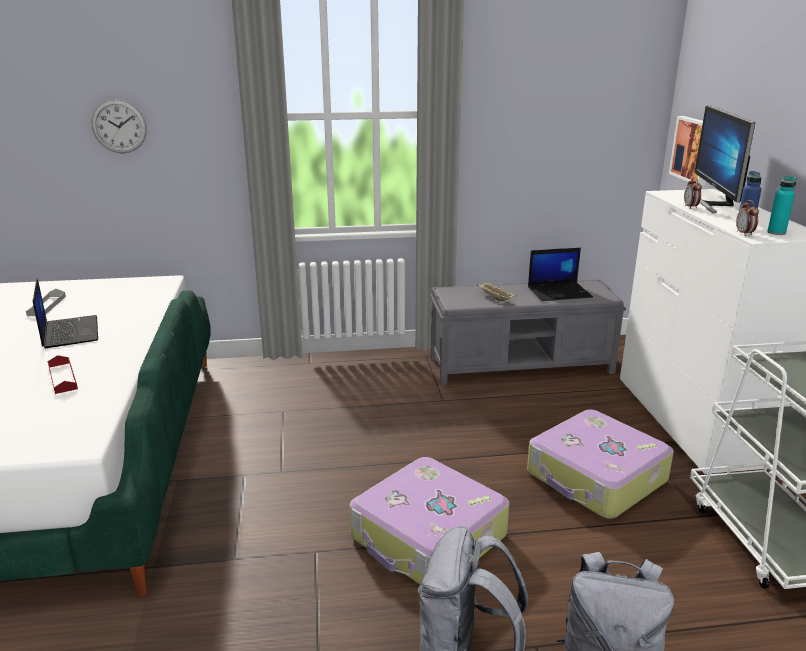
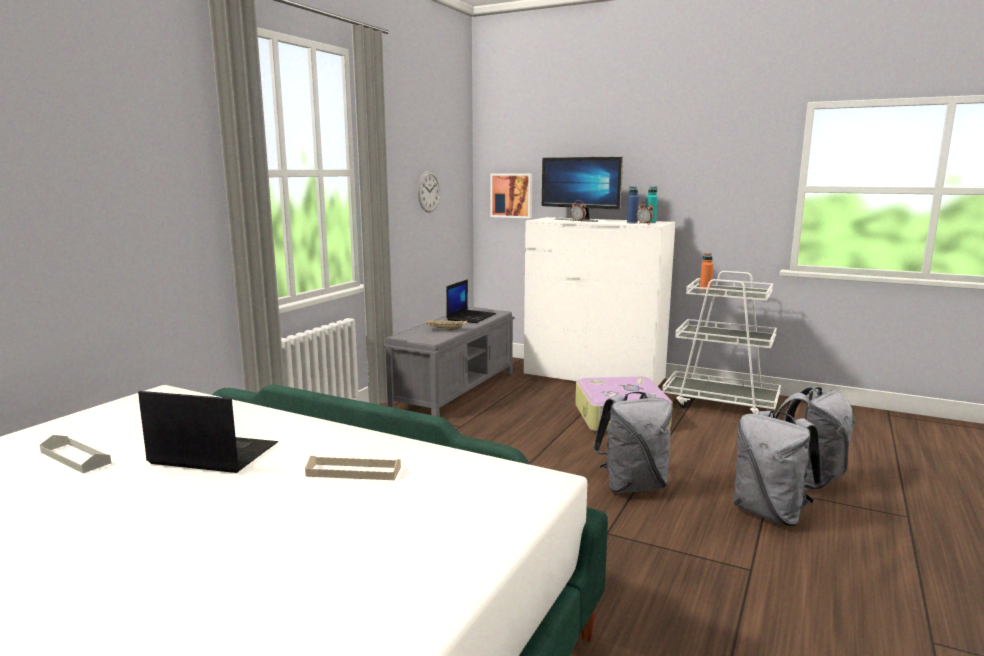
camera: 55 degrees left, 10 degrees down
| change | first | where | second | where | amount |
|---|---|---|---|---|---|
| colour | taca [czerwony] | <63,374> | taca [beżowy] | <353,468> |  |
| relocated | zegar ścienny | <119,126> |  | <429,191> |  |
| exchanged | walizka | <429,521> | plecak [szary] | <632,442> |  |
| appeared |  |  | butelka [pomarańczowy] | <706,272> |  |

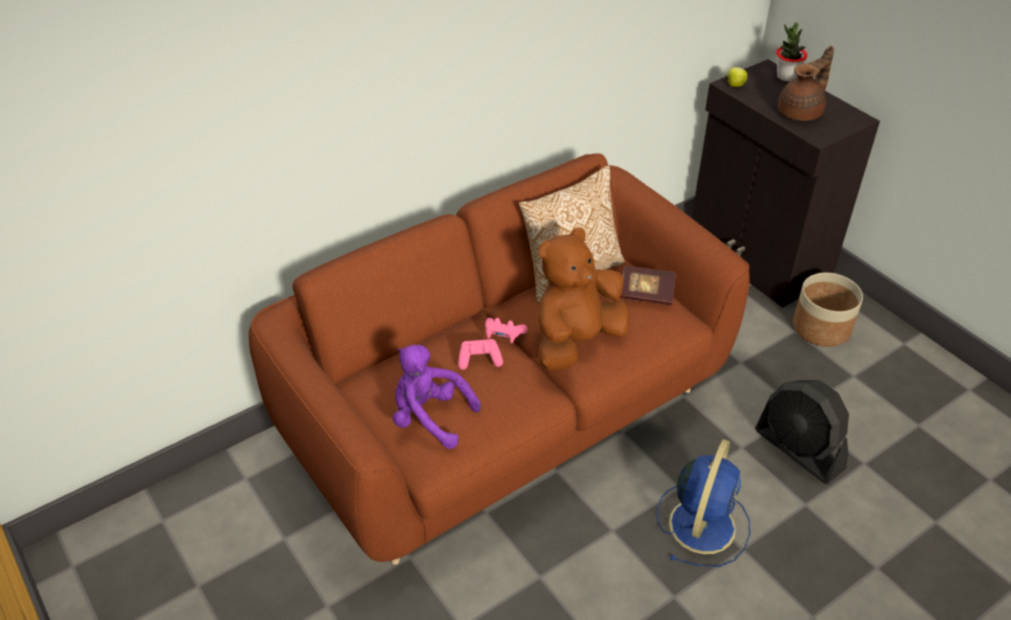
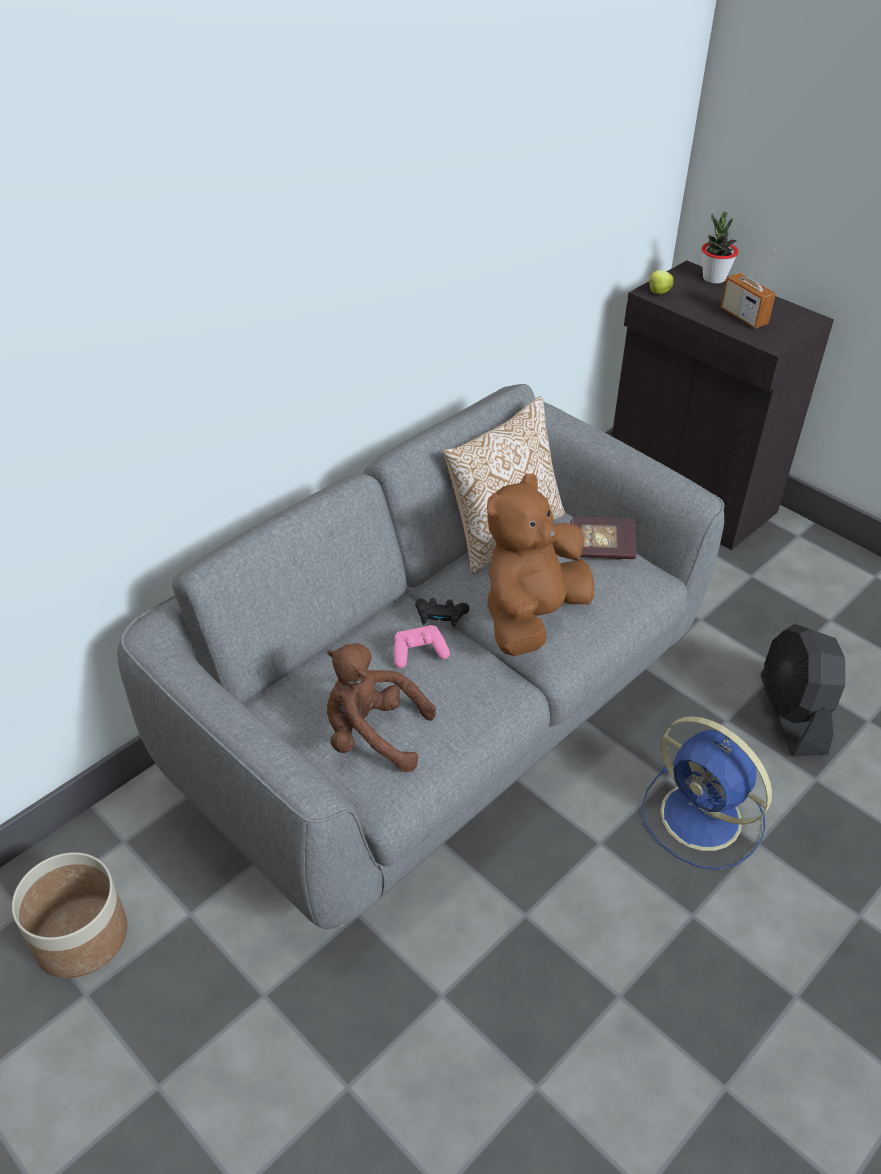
camera: 10 degrees left, 0 degrees up
| change | first | where | second | where | amount |
|---|---|---|---|---|---|
| colour | kanapa [brązowy] | <499,359> | kanapa [szary] | <420,656> |  |
| colour | pluszak [fioletowy] | <437,397> | pluszak [brązowy] | <381,707> |  |
| colour | pad do gier [różowy] | <506,330> | pad do gier [czarny] | <442,613> |  |
| spun | wentylator [niebieski] | <703,503> |  | <707,793> | 120 degrees clockwise |
| spun | wentylator [czarny] | <802,432> |  | <803,690> | 45 degrees clockwise |
| exchanged | imbryk [brązowy] | <806,83> | radio | <748,289> |  |
| relocated | donica | <828,310> |  | <69,915> |  |

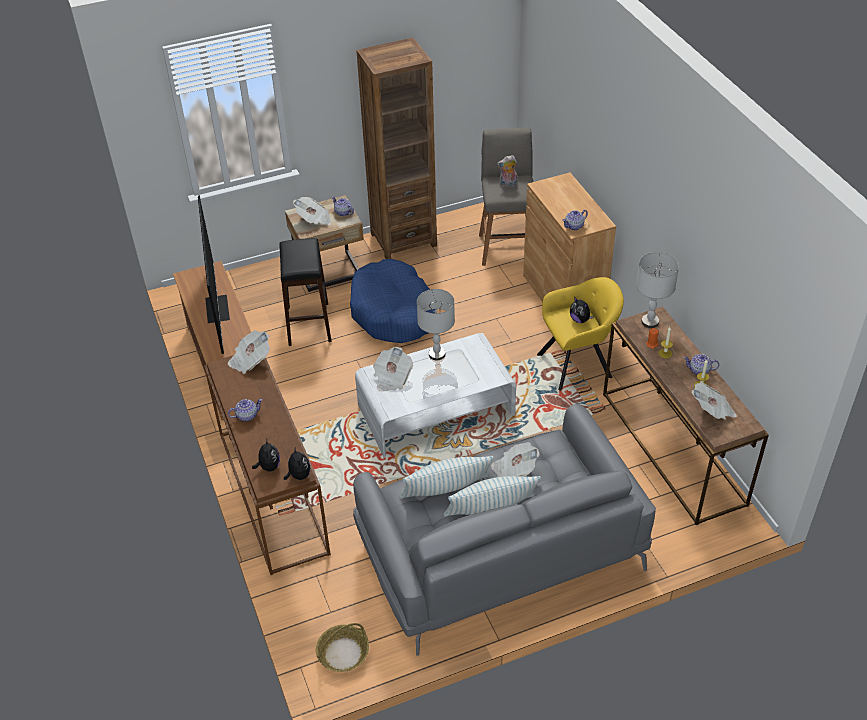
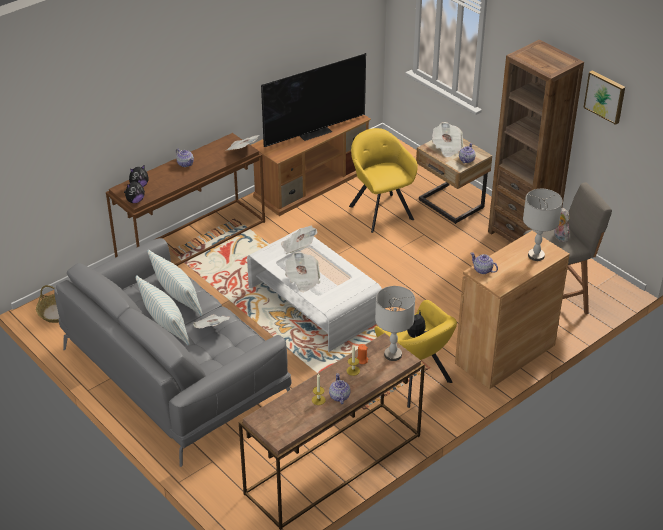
camera: 70 degrees right, 5 degrees down
| change | first | where | second | where | amount |
|---|---|---|---|---|---|
| exchanged | stołek [czarny] | <305,292> | fotel [żółty] | <383,180> |  |
| missing | legowisko [niebieski] | <393,301> |  |  |  |
| relocated | lampa stołowa [szary] | <436,324> |  | <543,225> |  |
| relocated | gazeta | <714,401> |  | <302,272> |  |
| appeared |  |  | obraz | <604,98> |  |

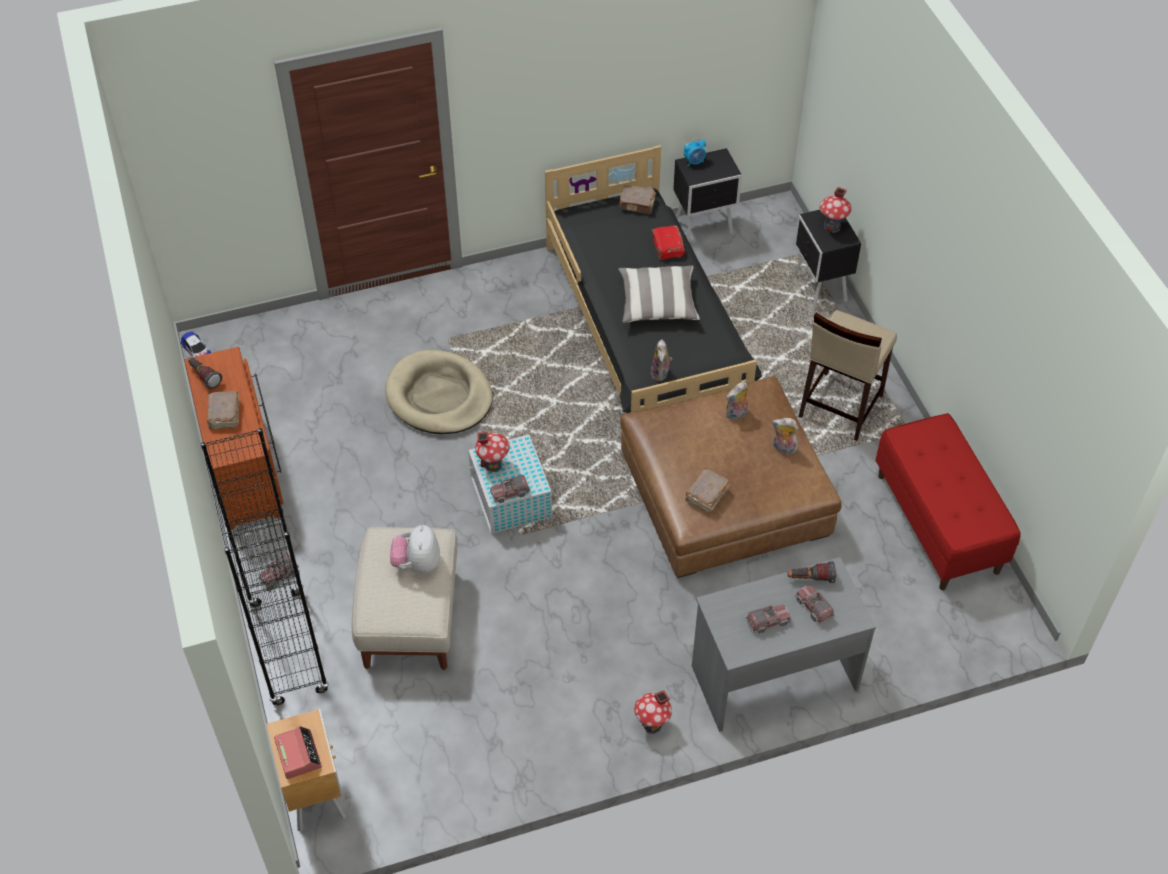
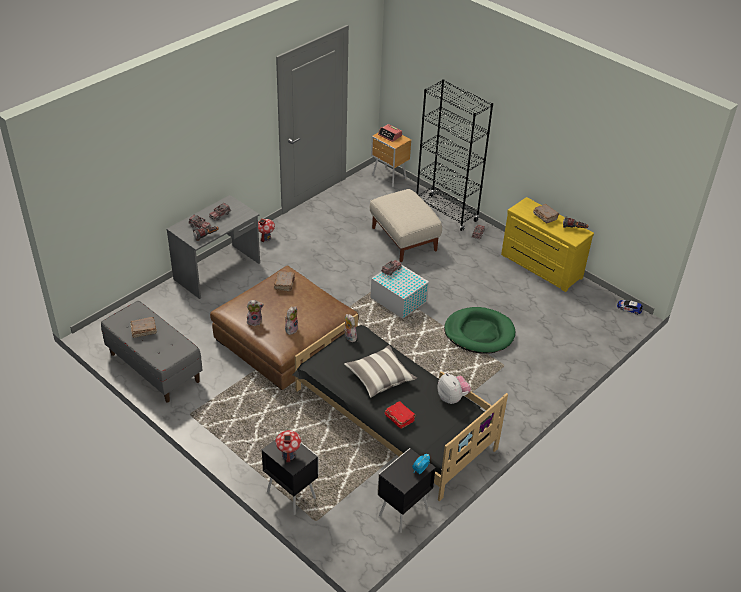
camera: 150 degrees right, 10 degrees down
| change | first | where | second | where | amount |
|---|---|---|---|---|---|
| colour | komoda [brązowy] | <234,438> | komoda [żółty] | <547,244> |  |
| colour | legowisko [beżowy] | <439,392> | legowisko [zielony] | <479,330> |  |
| relocated | pluszak | <415,549> |  | <454,388> |  |
| missing | domek | <492,452> |  |  |  |
| relocated | książka [brązowy] | <637,199> |  | <143,327> |  |
| missing | stołek [beżowy] | <848,375> |  |  |  |
| colour | ławka [czerwony] | <948,501> | ławka [szary] | <152,352> |  |

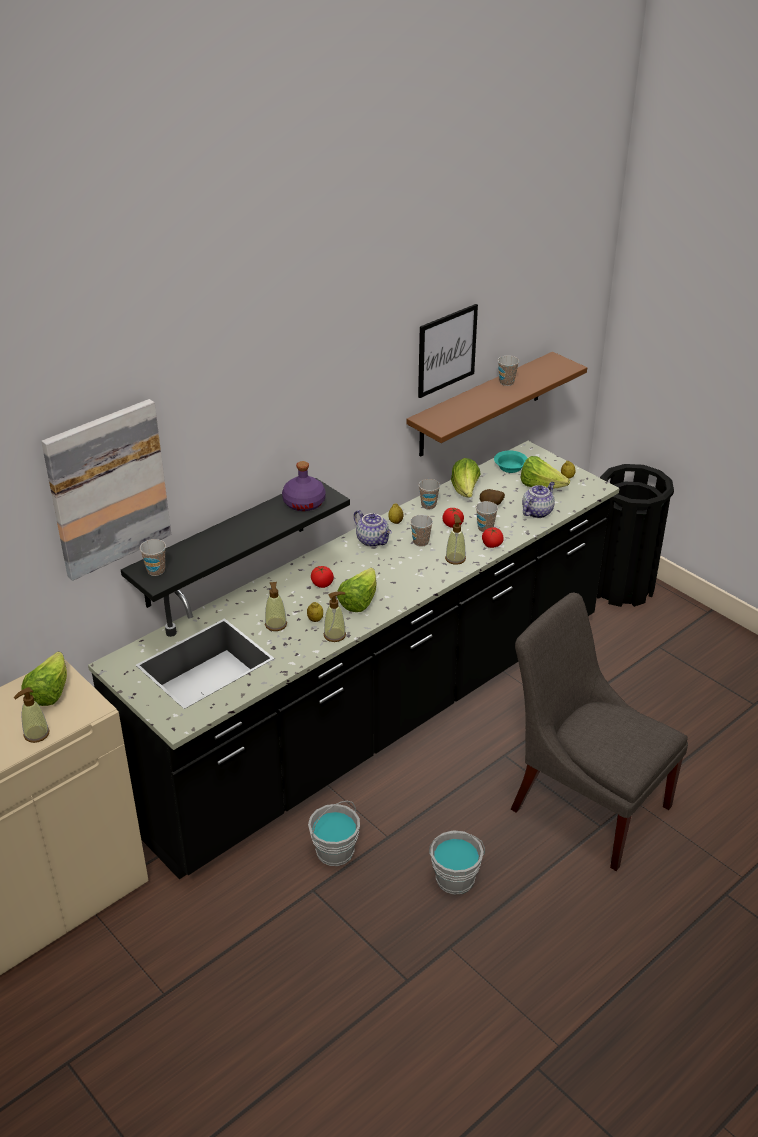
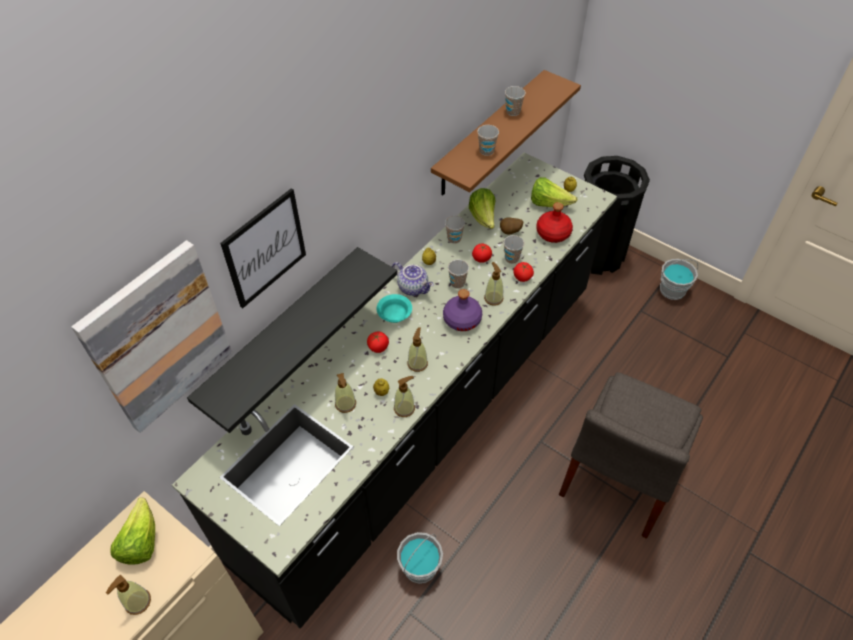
camera: 10 degrees left, 15 degrees up
| change | first | where | second | where | amount |
|---|---|---|---|---|---|
| relocated | filiżanka | <153,557> |  | <488,140> |  |
| relocated | butelka [fioletowy] | <304,486> |  | <462,310> |  |
| exchanged | sałata | <357,590> | dozownik mydła | <417,349> |  |
| relocated | obraz | <448,351> |  | <263,248> |  |
| relocated | wiadro [szary] | <457,862> |  | <679,279> |  |
| relocated | miska [turkusowy] | <510,462> |  | <394,308> |  |
| spun | krzesło [szary] | <599,731> |  | <631,455> | 90 degrees counterclockwise |
| exchanged | imbryk | <538,500> | butelka [czerwony] | <554,222> |  |

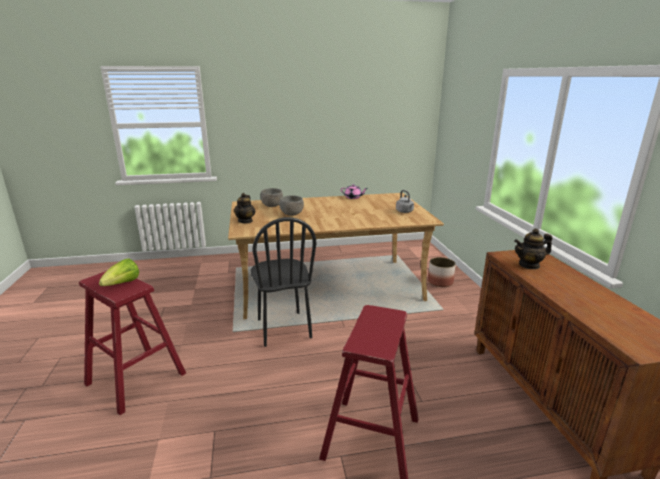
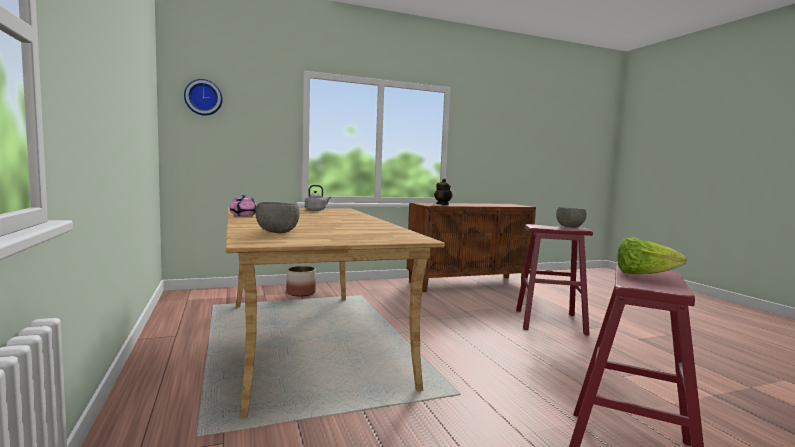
camera: 100 degrees left, 15 degrees down
| change | first | where | second | where | amount |
|---|---|---|---|---|---|
| missing | imbryk | <245,208> |  |  |  |
| missing | krzesło [czarny] | <283,282> |  |  |  |
| relocated | miska [szary] | <291,206> |  | <571,217> |  |
| appeared |  |  | zegar ścienny | <203,97> |  |

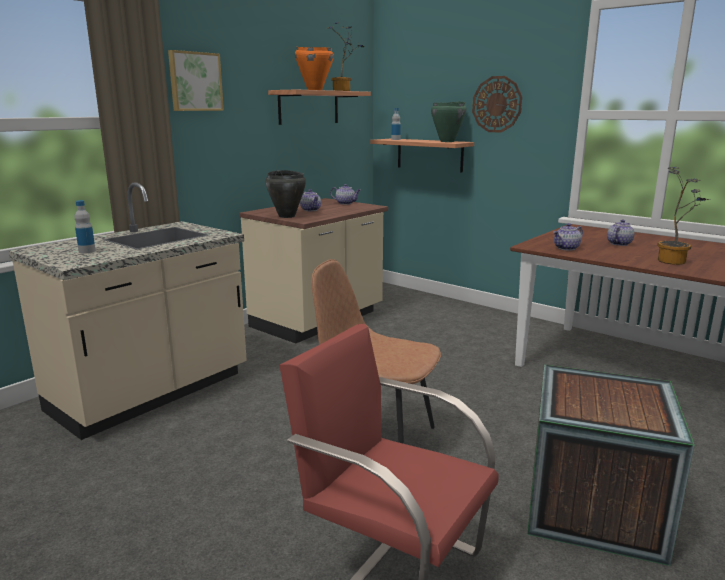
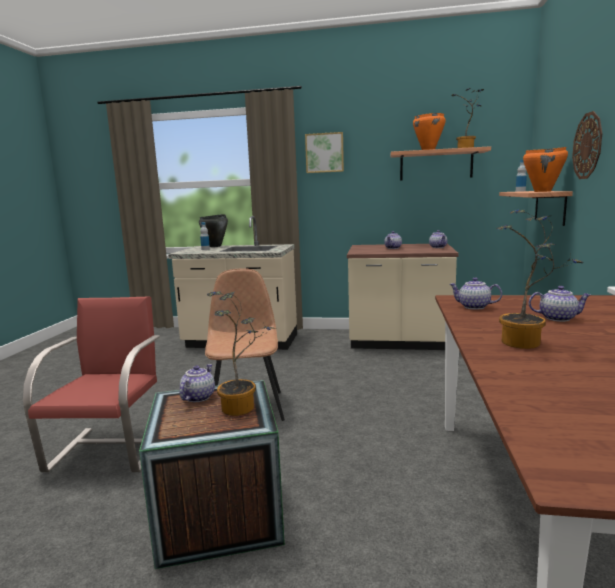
camera: 60 degrees right, 5 degrees down
| change | first | where | second | where | amount |
|---|---|---|---|---|---|
| relocated | garnek [czarny] | <285,194> |  | <213,230> |  |
| colour | garnek [zielony] | <449,121> | garnek [pomarańczowy] | <545,169> |  |
| appeared |  |  | imbryk | <197,383> |  |
| appeared |  |  | roślina doniczkowa | <241,353> |  |

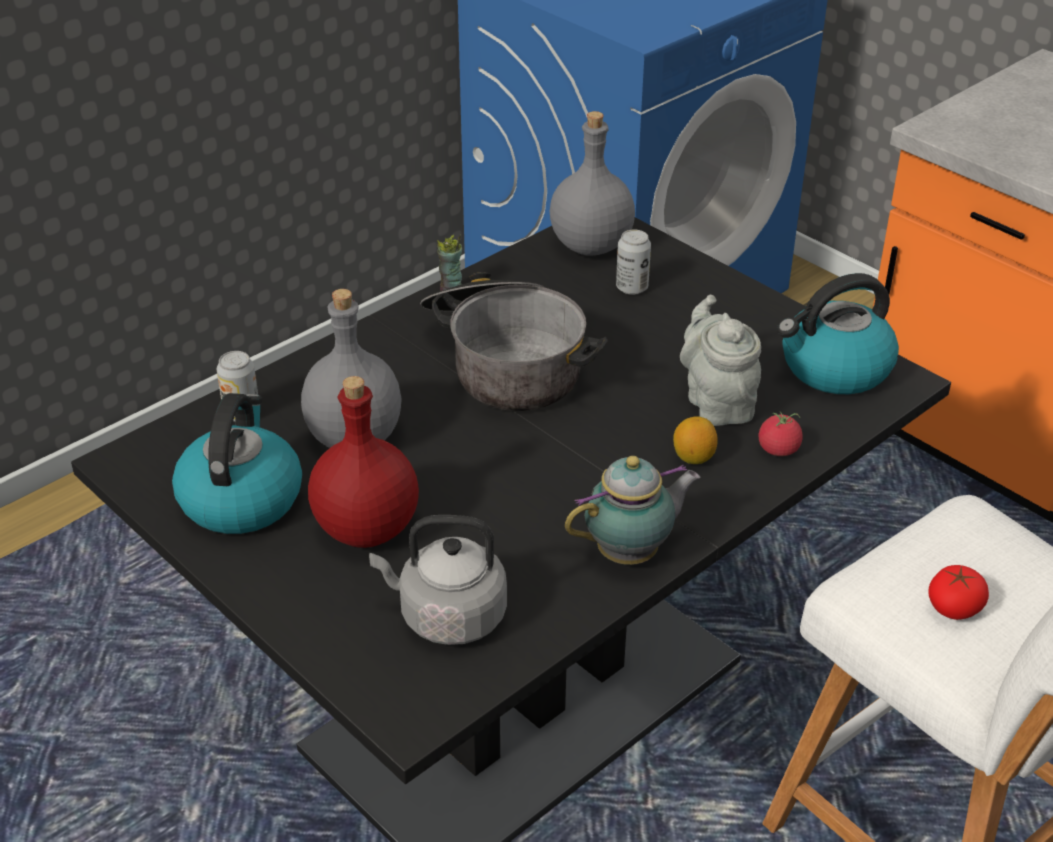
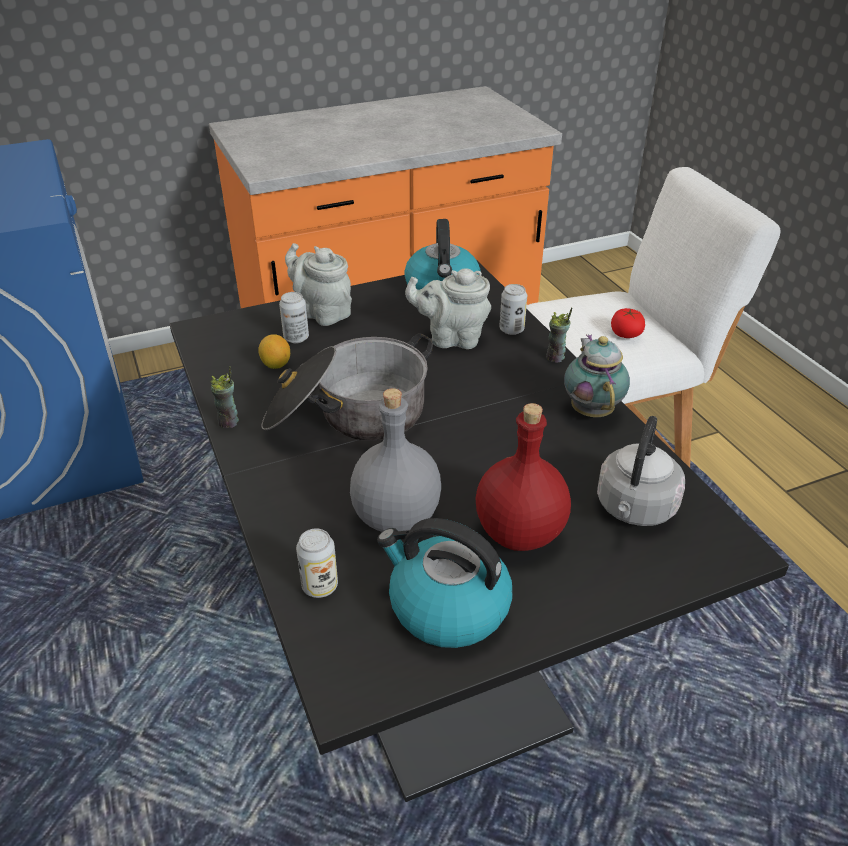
camera: 70 degrees left, 0 degrees up
| change | first | where | second | where | amount |
|---|---|---|---|---|---|
| missing | butelka [szary] | <592,183> |  |  |  |
| relocated | cytryna | <695,440> |  | <274,351> |  |
| exchanged | pomidor | <781,434> | puszka | <513,309> |  |
| appeared |  |  | imbryk [szary] | <318,284> |  |
| appeared |  |  | filiżanka | <559,335> |  |

